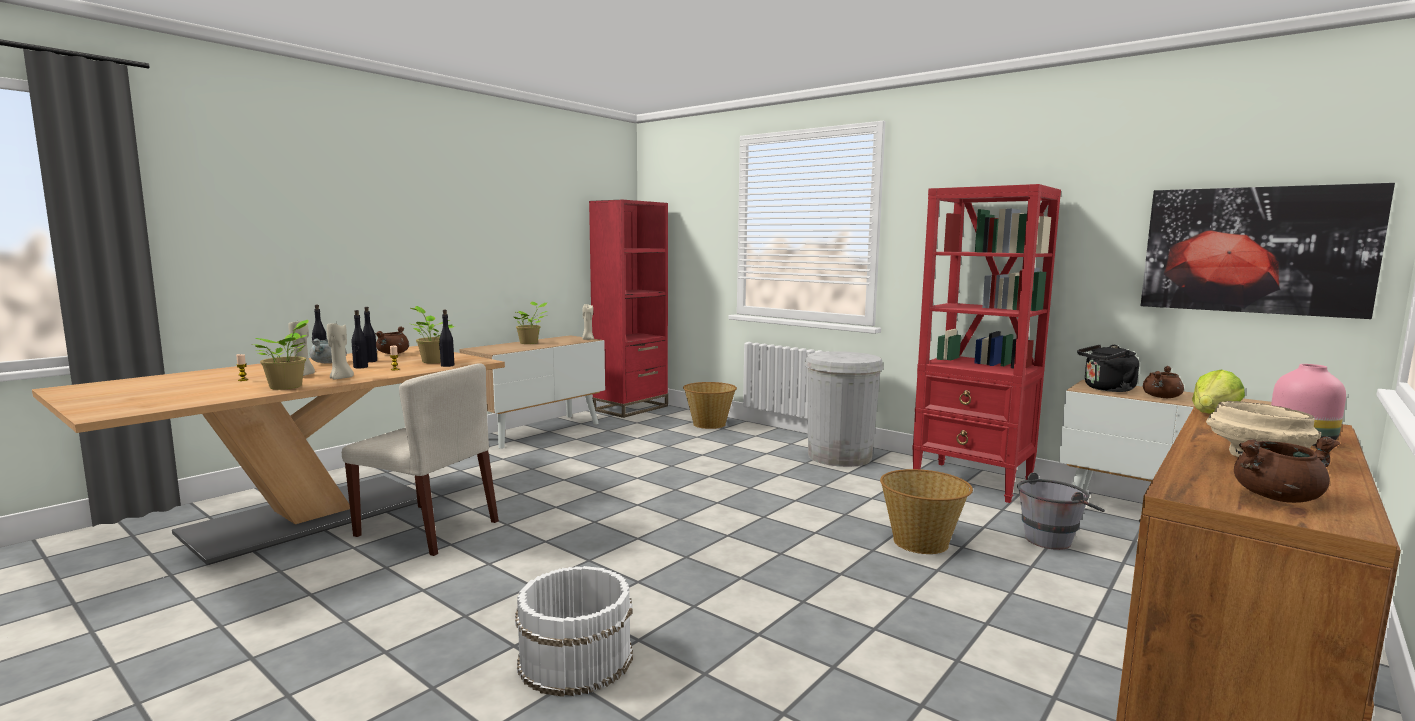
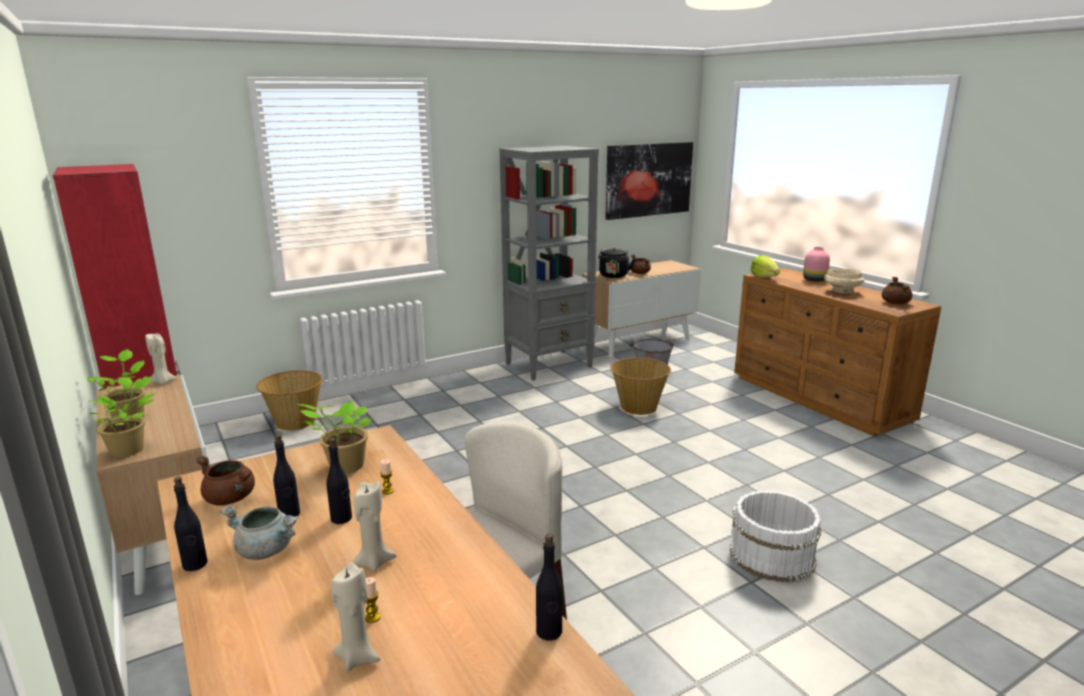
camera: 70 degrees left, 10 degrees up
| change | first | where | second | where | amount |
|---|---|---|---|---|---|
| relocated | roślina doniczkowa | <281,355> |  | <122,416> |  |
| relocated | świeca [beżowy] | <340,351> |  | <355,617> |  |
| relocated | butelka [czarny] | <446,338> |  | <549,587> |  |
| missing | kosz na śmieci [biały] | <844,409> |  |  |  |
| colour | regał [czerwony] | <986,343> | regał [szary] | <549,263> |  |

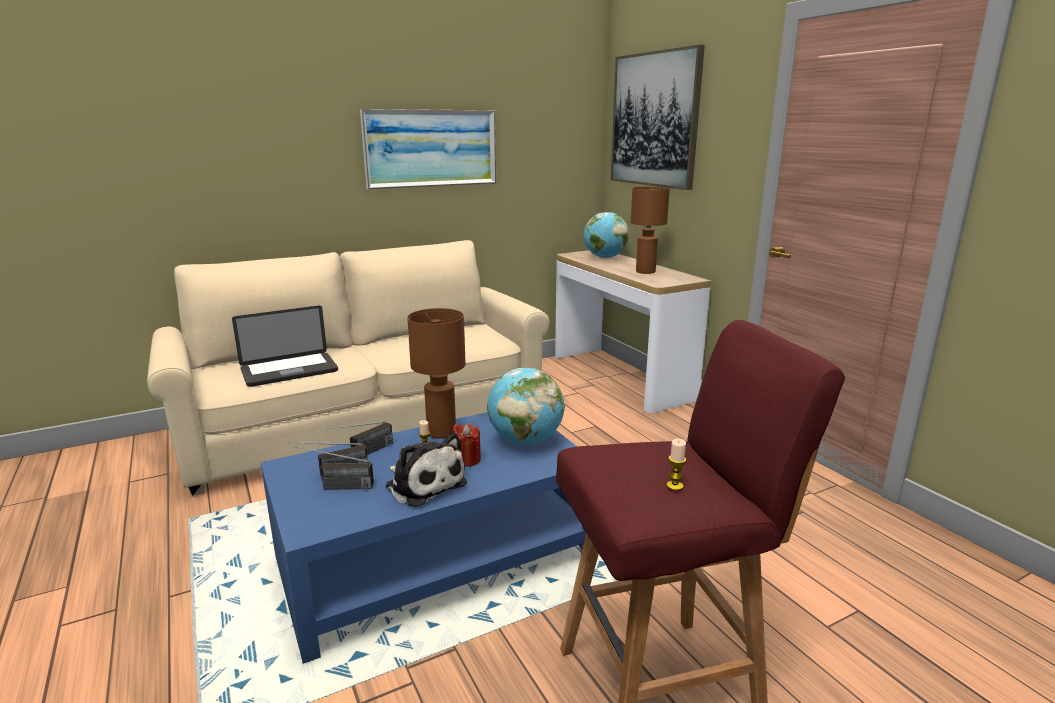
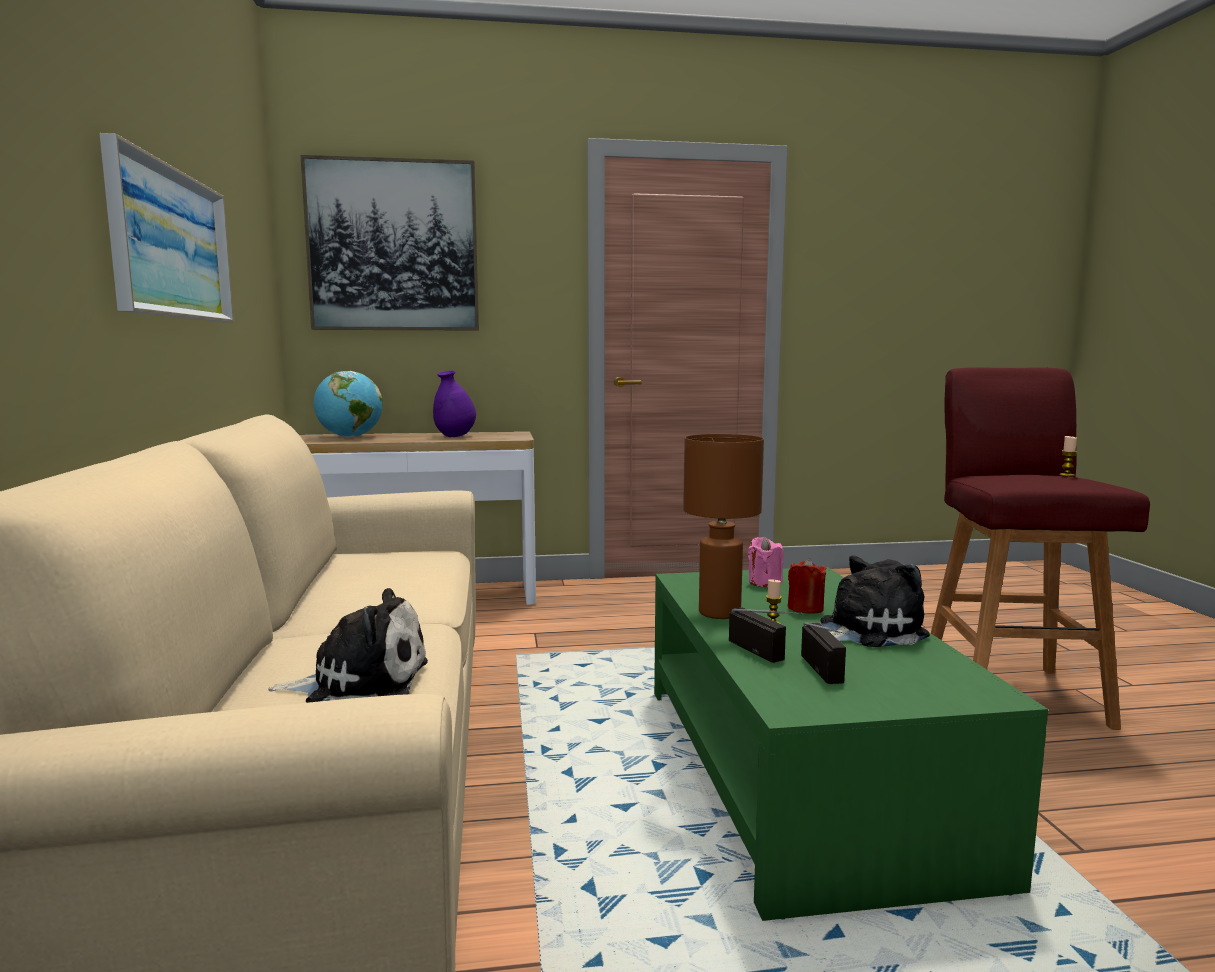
camera: 70 degrees left, 10 degrees down
| change | first | where | second | where | amount |
|---|---|---|---|---|---|
| exchanged | laptop | <285,346> | pluszak | <348,645> |  |
| colour | ława [niebieski] | <423,538> | ława [zielony] | <851,744> |  |
| missing | radio | <334,468> |  |  |  |
| exchanged | globus | <526,406> | świeca [różowy] | <765,562> |  |
| exchanged | lampa stołowa [brązowy] | <650,230> | wazon [fioletowy] | <454,404> |  |

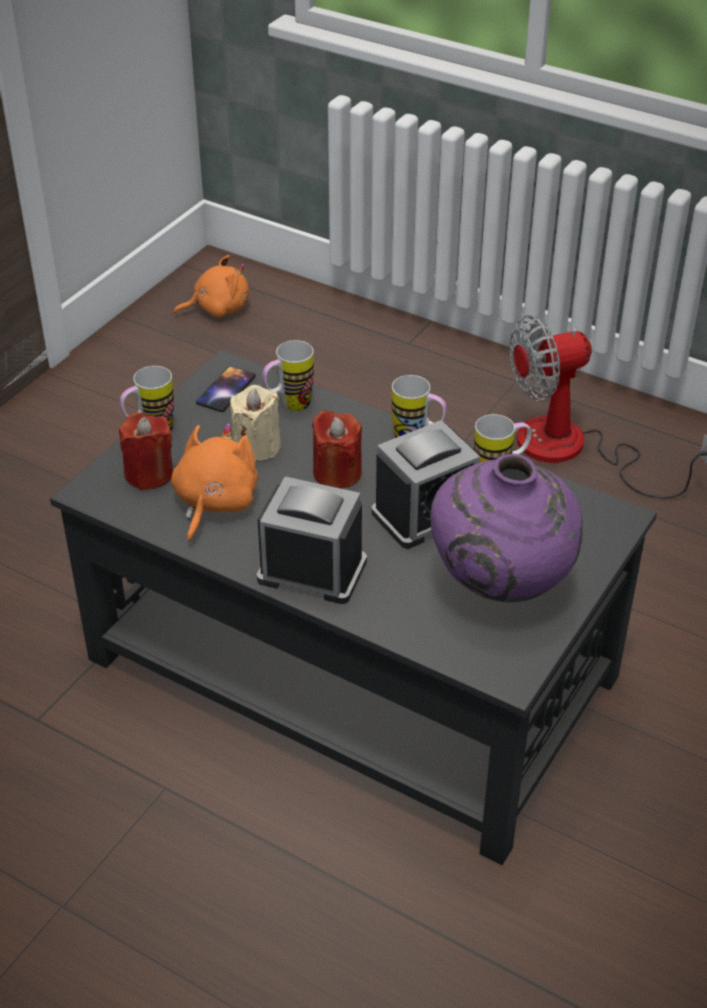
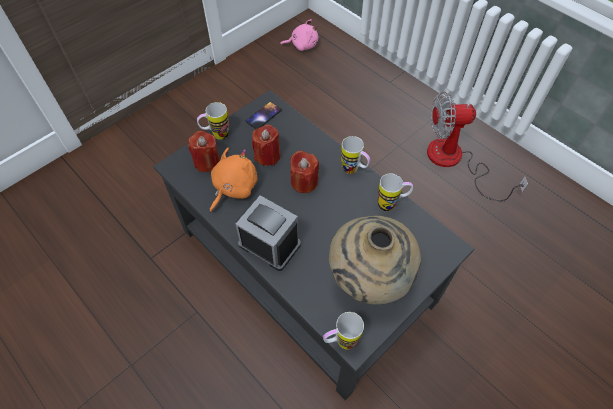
camera: 15 degrees right, 15 degrees up
| change | first | where | second | where | amount |
|---|---|---|---|---|---|
| colour | pluszak [pomarańczowy] | <211,286> | pluszak [różowy] | <299,35> |  |
| colour | świeca [beżowy] | <255,423> | świeca [czerwony] | <266,145> |  |
| relocated | kubek | <288,375> |  | <343,331> |  |
| missing | budzik | <426,484> |  |  |  |
| colour | wazon [fioletowy] | <506,528> | wazon [beżowy] | <375,260> |  |

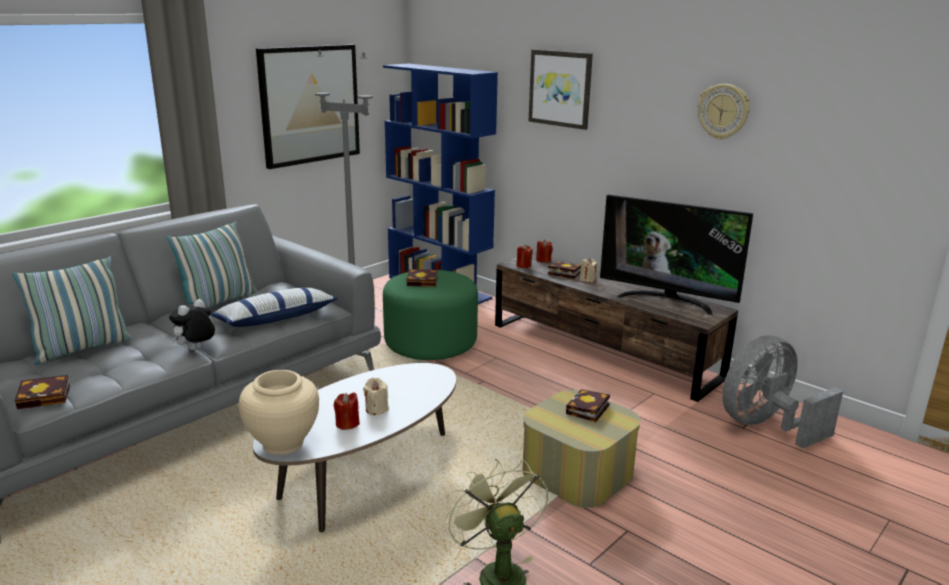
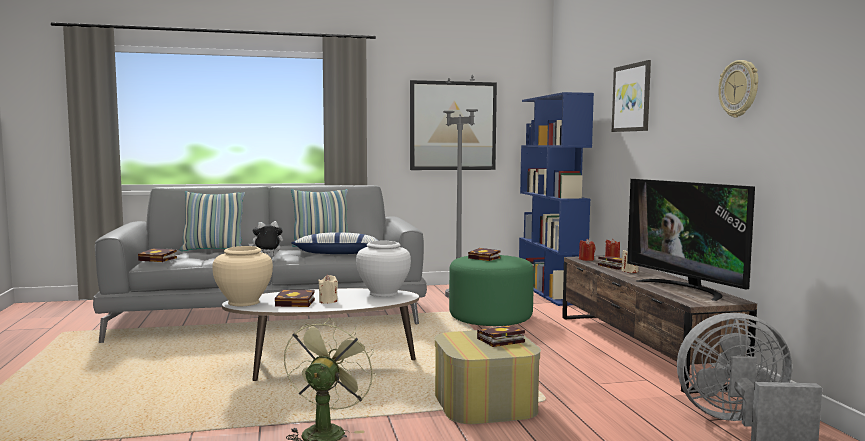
camera: 35 degrees right, 15 degrees down
| change | first | where | second | where | amount |
|---|---|---|---|---|---|
| exchanged | świeca [czerwony] | <347,411> | książka | <295,298> |  |
| appeared |  |  | wazon [biały] | <383,269> |  |

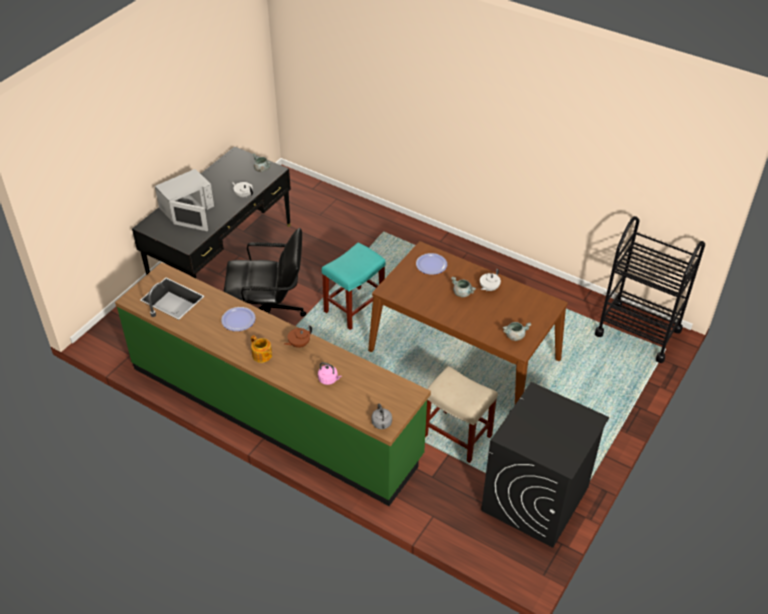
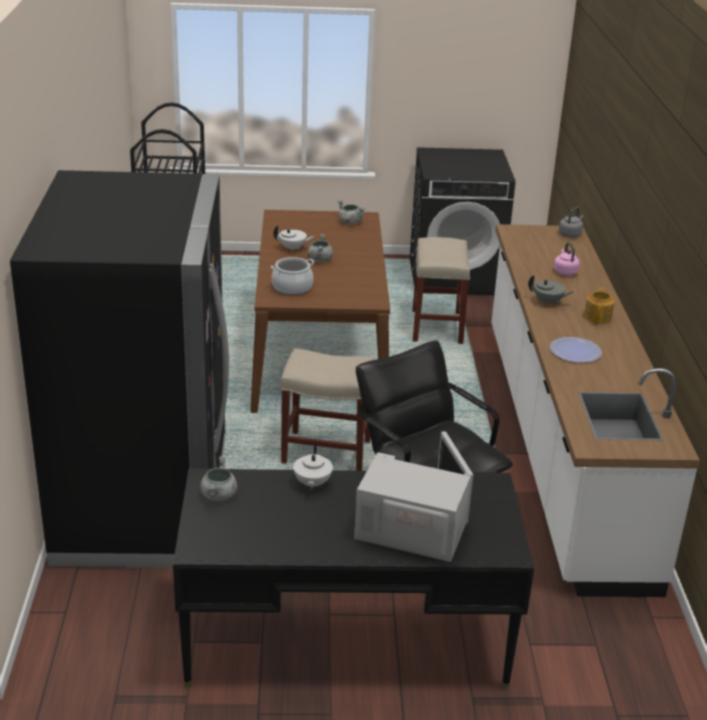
camera: 125 degrees left, 15 degrees down
| change | first | where | second | where | amount |
|---|---|---|---|---|---|
| colour | zabudowa kuchenna [zielony] | <273,384> | zabudowa kuchenna [biały] | <595,410> |  |
| colour | imbryk [brązowy] | <298,336> | imbryk [szary] | <551,290> |  |
| colour | stołek [turkusowy] | <354,286> | stołek [beżowy] | <327,409> |  |
| exchanged | talerz | <431,264> | garnek | <292,276> |  |
| appeared |  |  | lodówka [czarny] | <119,368> |  |

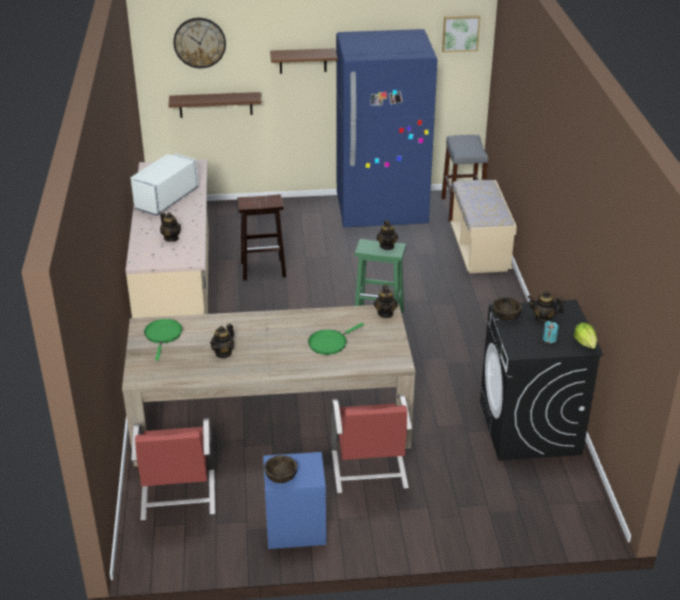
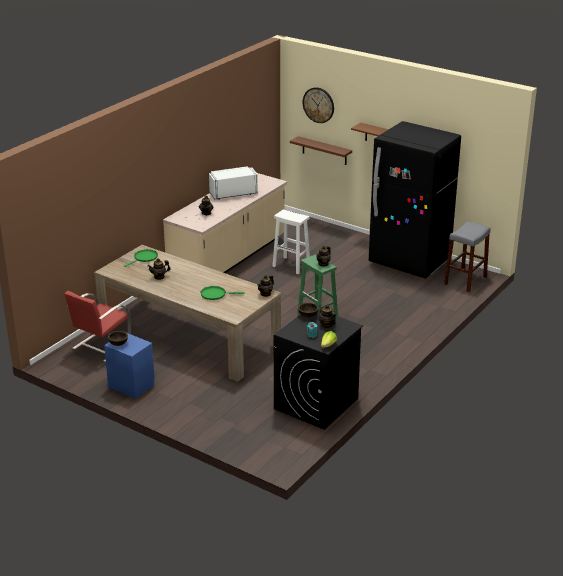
camera: 40 degrees right, 5 degrees down
| change | first | where | second | where | amount |
|---|---|---|---|---|---|
| colour | stołek [brązowy] | <261,237> | stołek [biały] | <291,241> |  |
| missing | krzesło [czerwony] | <371,444> |  |  |  |
| colour | lodówka [niebieski] | <386,128> | lodówka [czarny] | <415,200> |  |
| missing | obraz | <461,33> |  |  |  |
| missing | ławka [beżowy] | <483,226> |  |  |  |

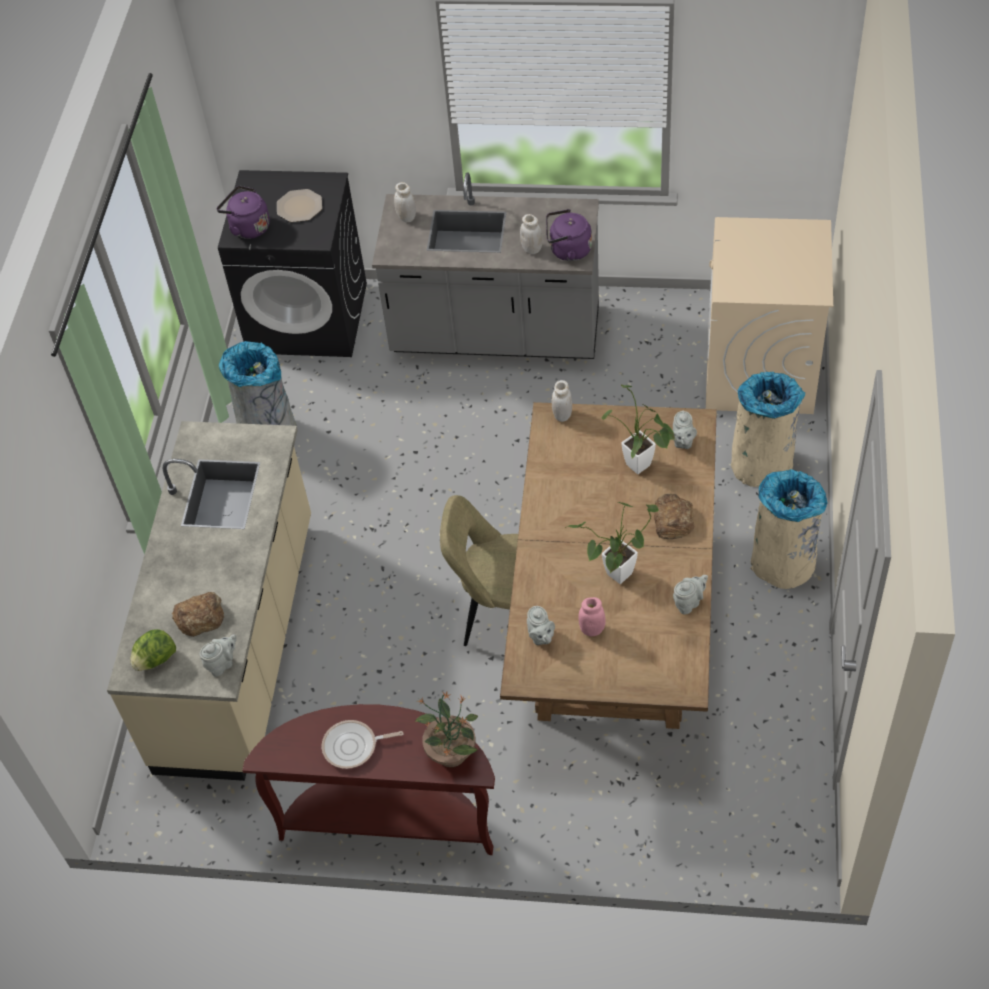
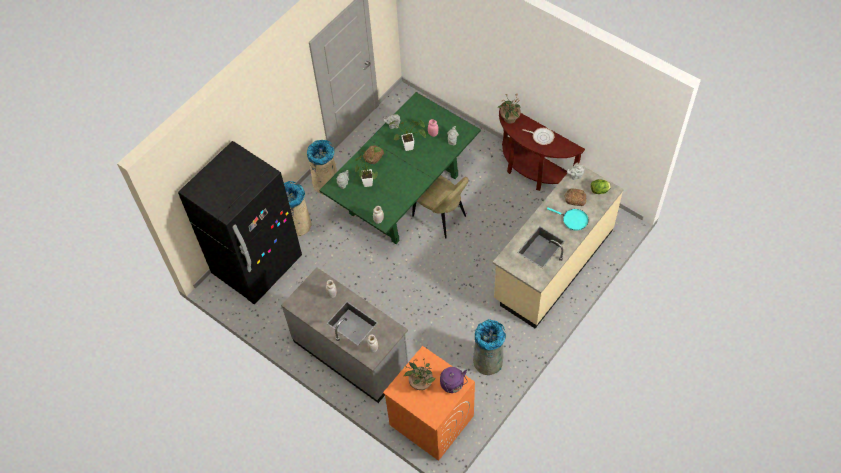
camera: 150 degrees left, 5 degrees up
| change | first | where | second | where | amount |
|---|---|---|---|---|---|
| colour | pralka [czarny] | <292,263> | pralka [pomarańczowy] | <429,403> |  |
| exchanged | talerz | <299,205> | roślina doniczkowa | <420,373> |  |
| colour | stół jadalny [brązowy] | <608,565> | stół jadalny [zielony] | <400,168> |  |
| missing | czajnik [fioletowy] | <569,235> |  |  |  |
| exchanged | pralka [beżowy] | <769,315> | lodówka [czarny] | <240,222> |  |
| appeared |  |  | patelnia [turkusowy] | <568,219> |  |

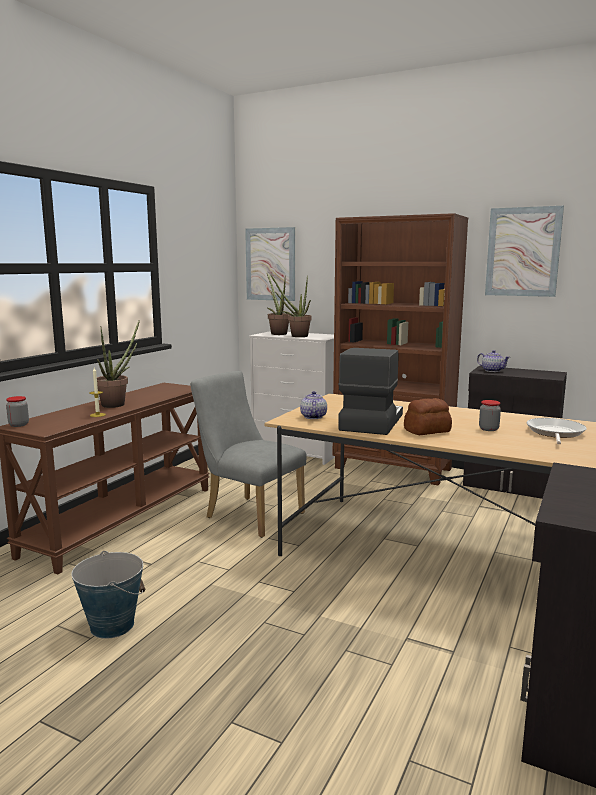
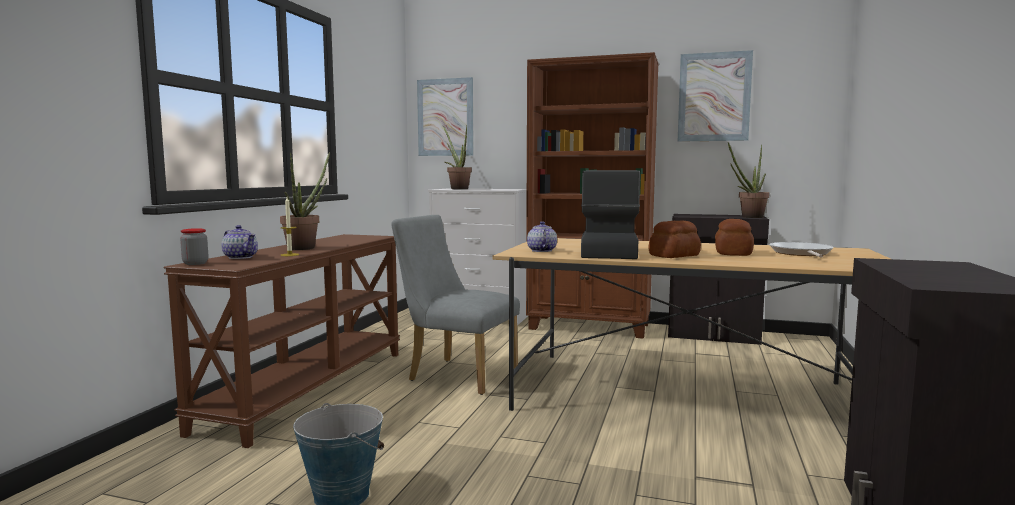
camera: 10 degrees left, 5 degrees down
| change | first | where | second | where | amount |
|---|---|---|---|---|---|
| relocated | roślina doniczkowa | <291,306> |  | <748,180> |  |
| relocated | imbryk | <493,361> |  | <239,242> |  |
| exchanged | słoik | <490,415> | chleb | <734,237> |  |

